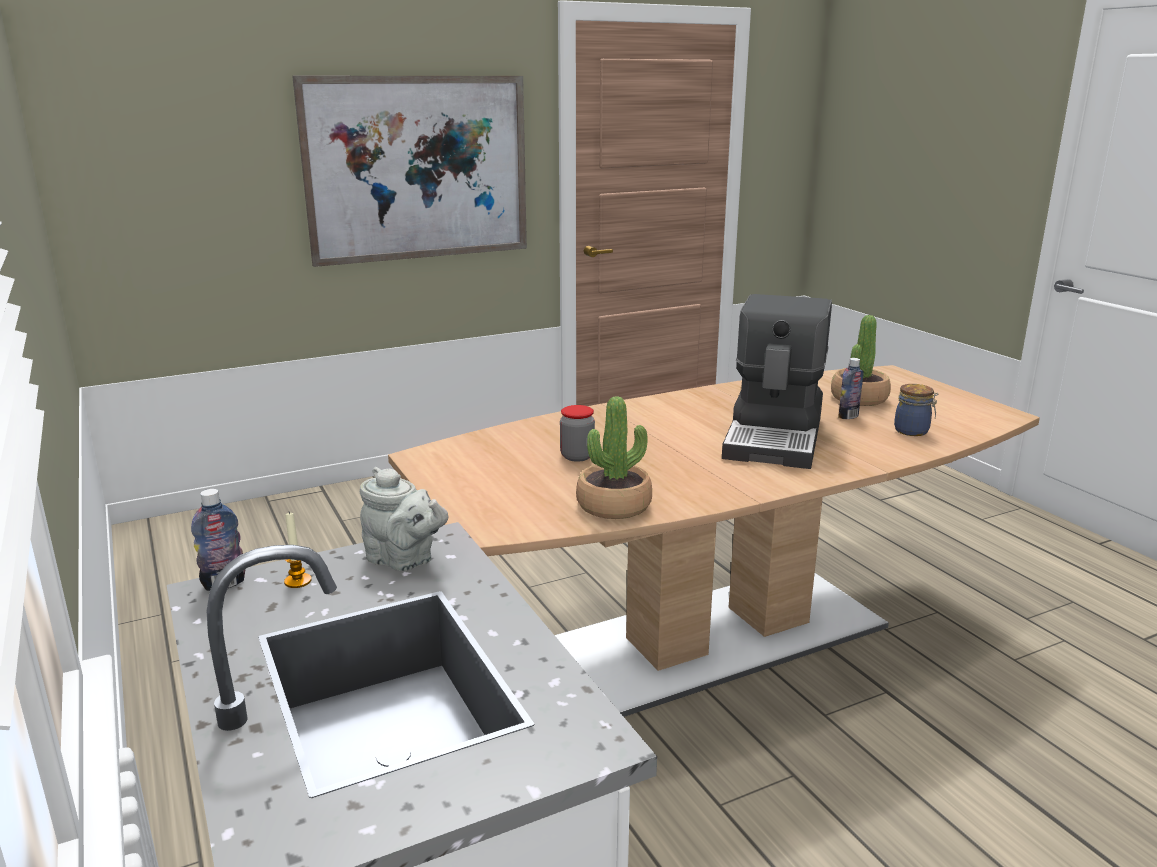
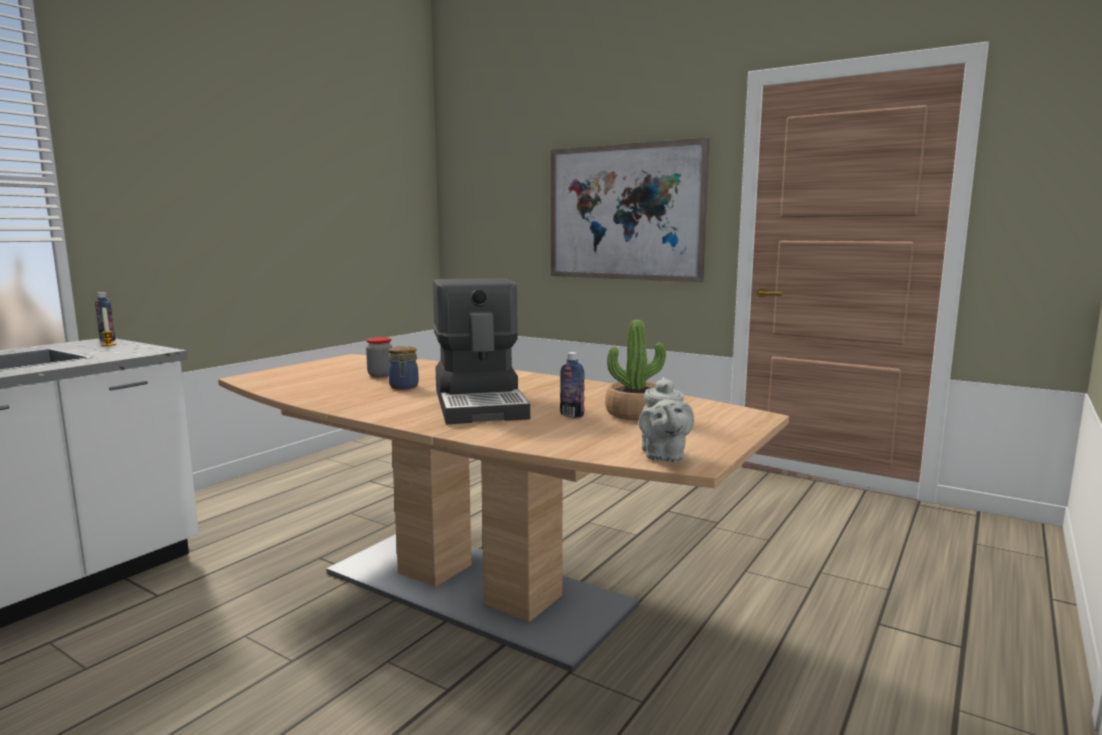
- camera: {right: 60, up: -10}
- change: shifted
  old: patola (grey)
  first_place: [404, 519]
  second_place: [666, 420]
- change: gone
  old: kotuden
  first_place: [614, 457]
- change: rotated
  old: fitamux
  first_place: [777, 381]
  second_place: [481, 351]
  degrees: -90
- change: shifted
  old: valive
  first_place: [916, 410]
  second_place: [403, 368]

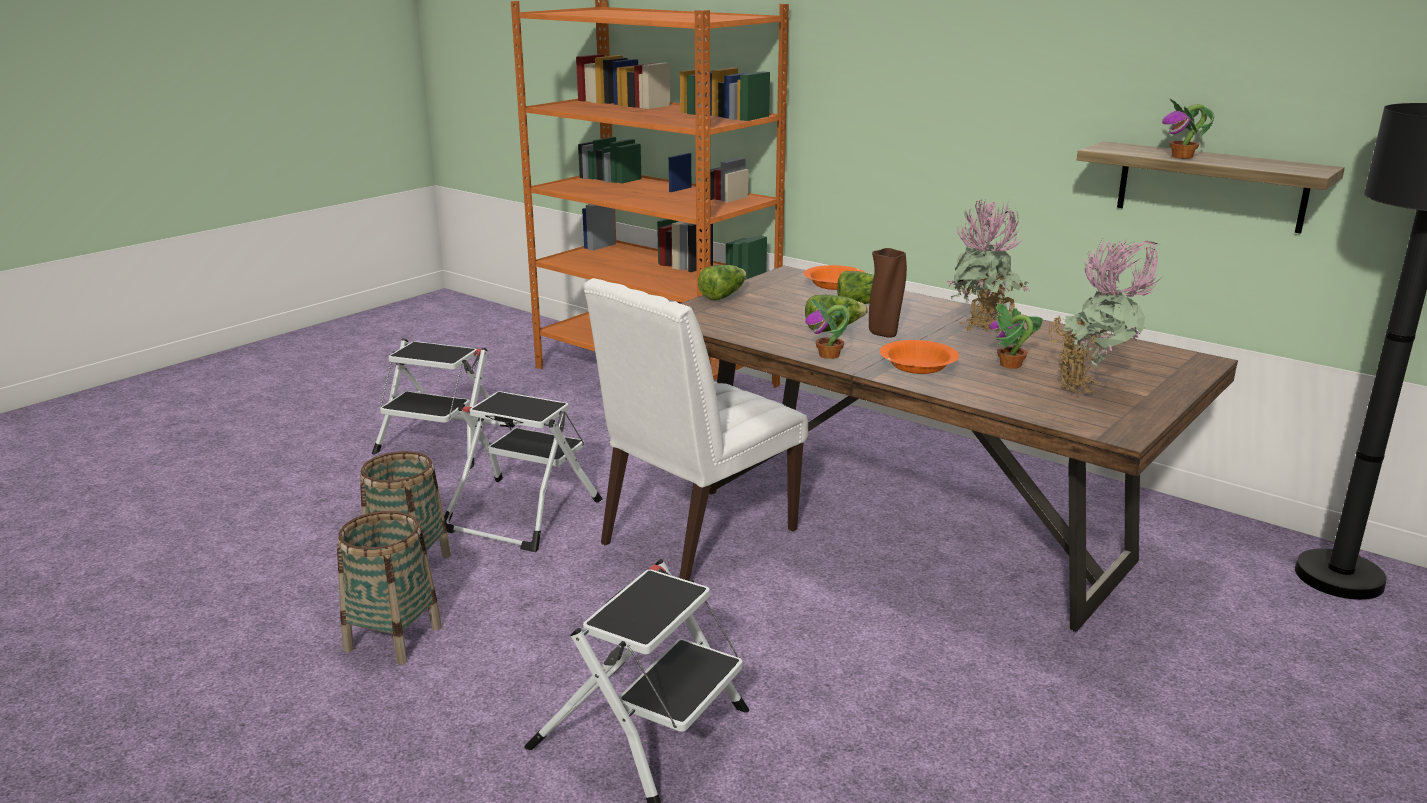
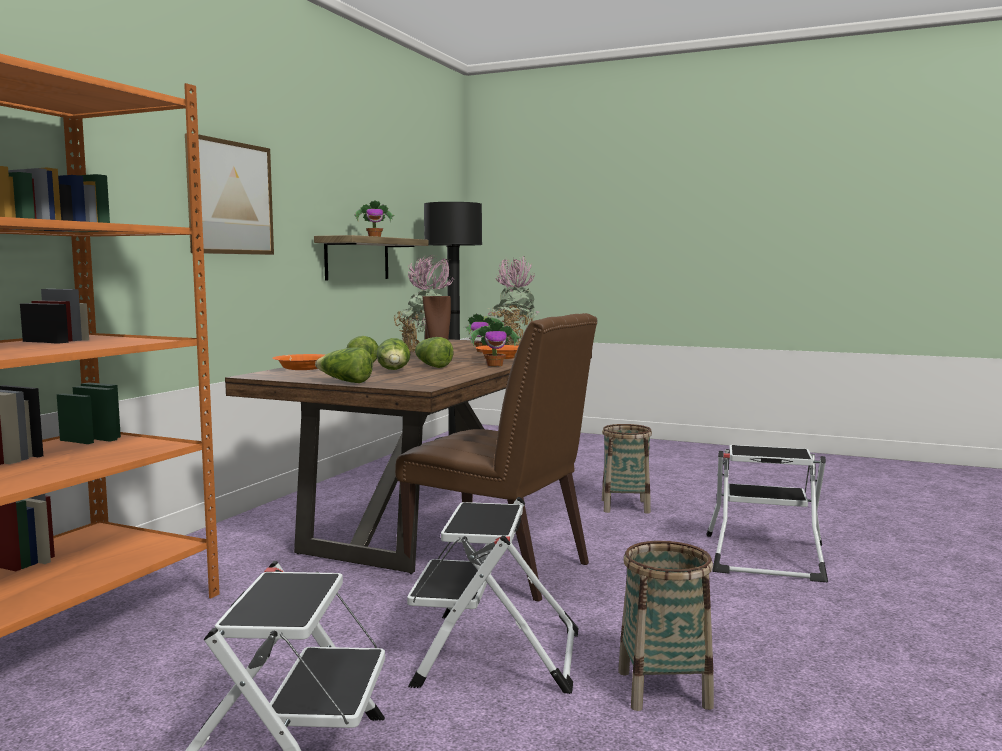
- camera: {right: -105, up: -15}
- change: shifted
  old: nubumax
  first_place: [389, 588]
  second_place: [627, 469]
- change: repainted
  old: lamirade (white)
  new: lamirade (brown)
  first_place: [695, 429]
  second_place: [496, 457]
- change: new
  new: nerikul
  second_place: [229, 194]
- change: new
  new: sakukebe
  second_place: [393, 354]

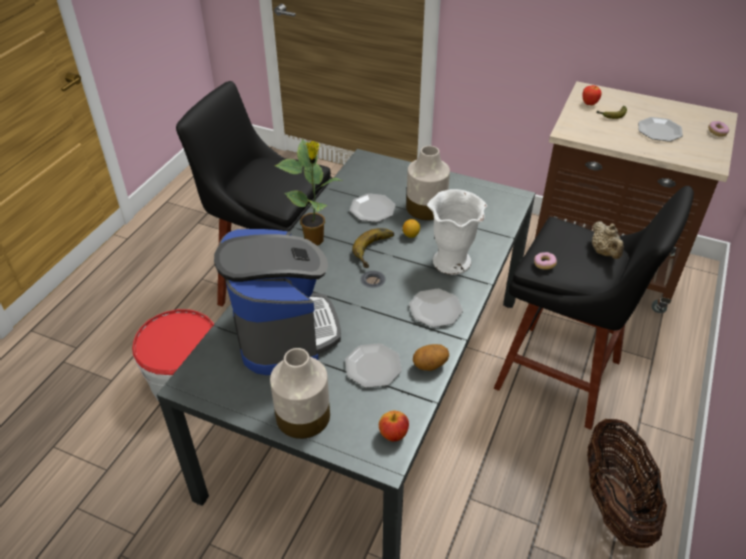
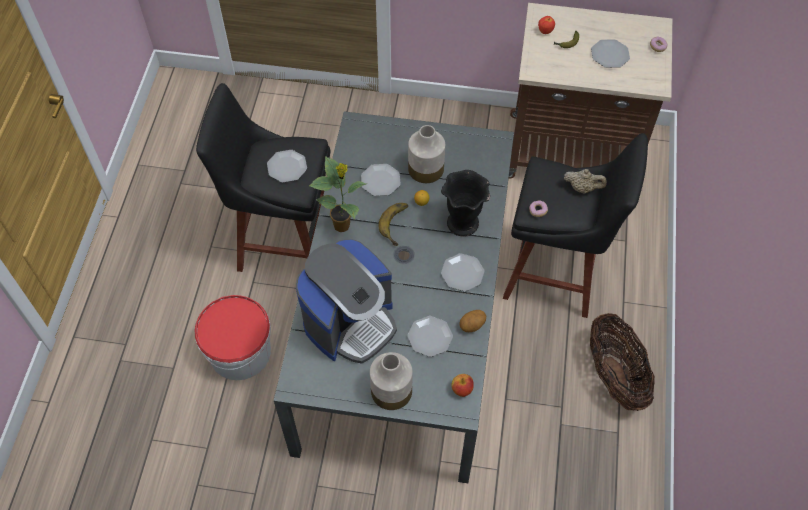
- camera: {right: -15, up: 15}
- change: rotated
  old: fitamux
  first_place: [277, 302]
  second_place: [346, 301]
  degrees: 75
- change: repainted
  old: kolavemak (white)
  new: kolavemak (black)
  first_place: [457, 232]
  second_place: [465, 203]
- change: rotated
  old: patola (beige)
  first_place: [608, 240]
  second_place: [585, 181]
  degrees: -45
- change: new
  new: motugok
  second_place: [287, 166]

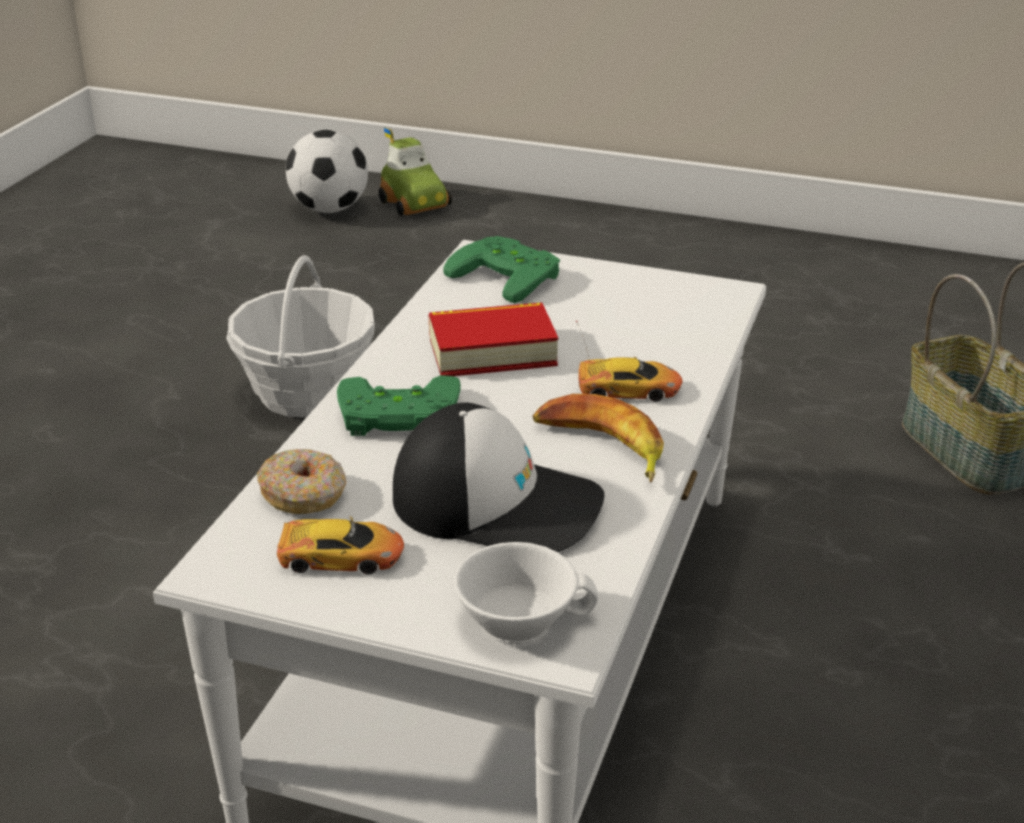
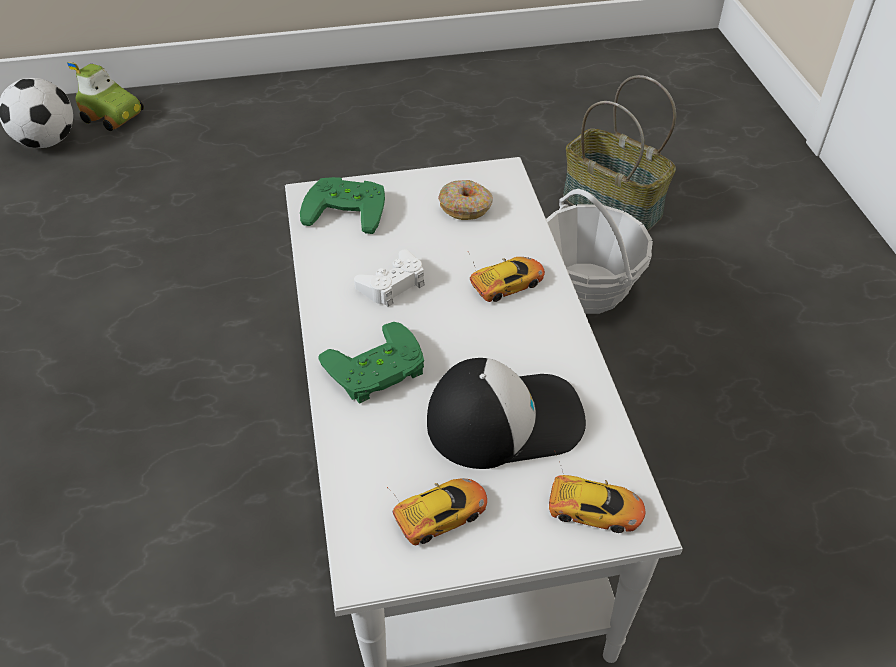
- camera: {right: -30, up: 15}
- change: shifted
  old: nubumax
  first_place: [300, 336]
  second_place: [599, 251]
- change: shifted
  old: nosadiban
  first_place: [301, 481]
  second_place: [465, 200]
- change: swapped
  old: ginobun
  new: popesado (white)
  first_place: [493, 339]
  second_place: [389, 278]
- change: swapped
  old: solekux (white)
  new: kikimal
  first_place: [526, 593]
  second_place: [597, 492]
- change: gone
  old: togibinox
  first_place: [598, 438]

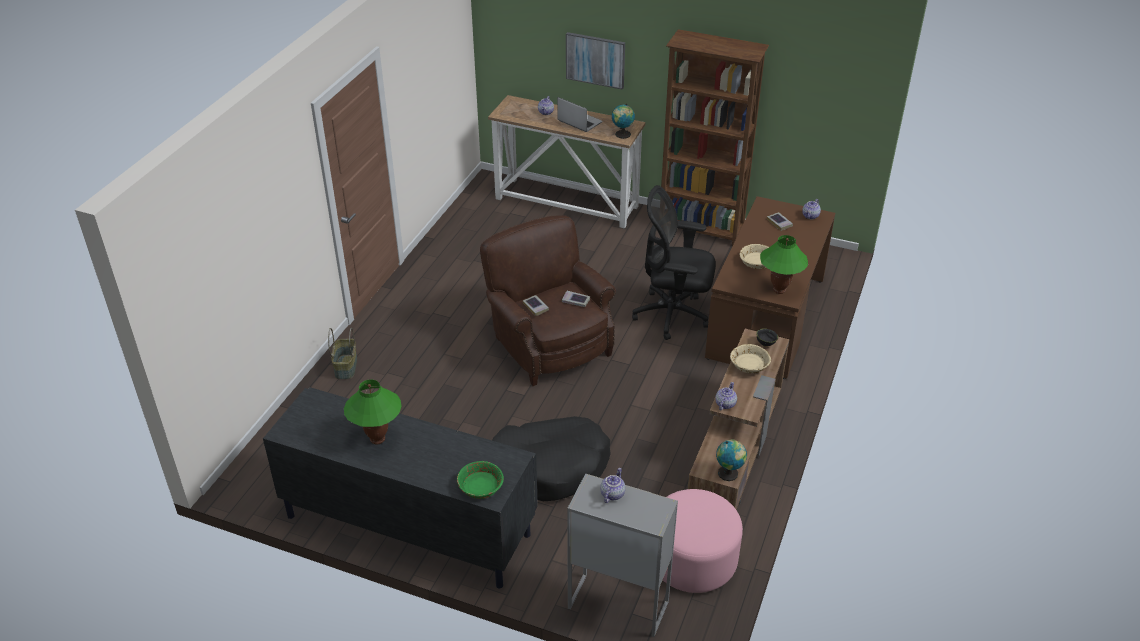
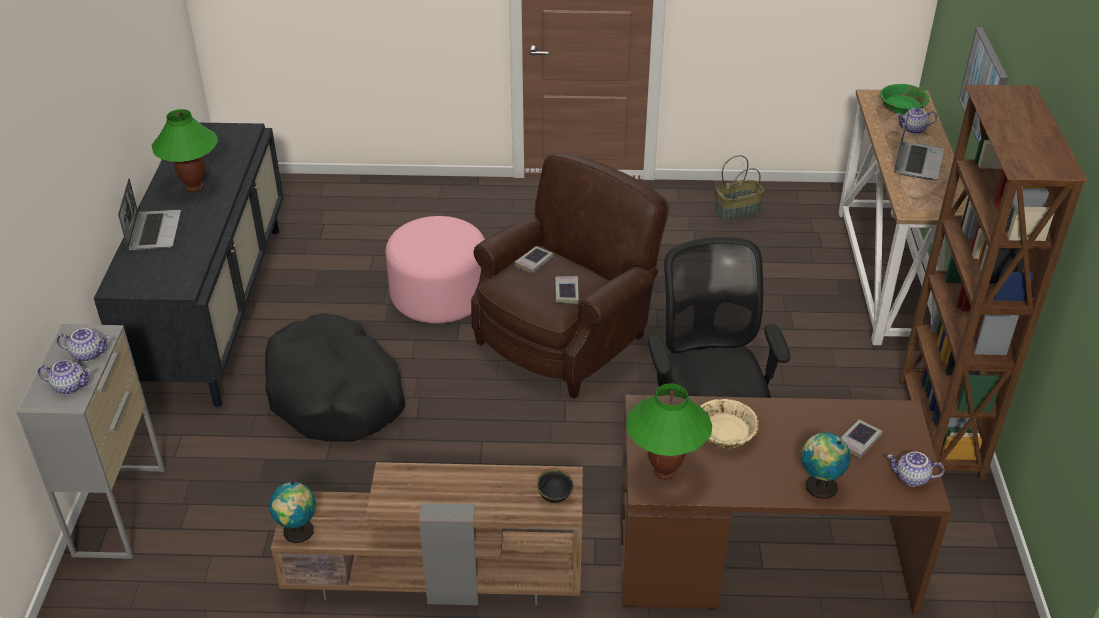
- camera: {right: 70, up: 0}
- change: shifted
  old: nubumax
  first_place: [342, 353]
  second_place: [740, 188]
- change: shifted
  old: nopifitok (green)
  first_place: [480, 480]
  second_place: [904, 99]
- change: shifted
  old: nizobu
  first_place: [623, 121]
  second_place: [826, 465]
- change: shifted
  old: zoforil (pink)
  first_place: [703, 541]
  second_place: [435, 270]
- change: shifted
  old: patola
  first_place: [726, 396]
  second_place: [64, 377]
- change: gone
  old: nopifitok (beige)
  first_place: [750, 358]
- change: new
  new: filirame
  second_place: [149, 214]

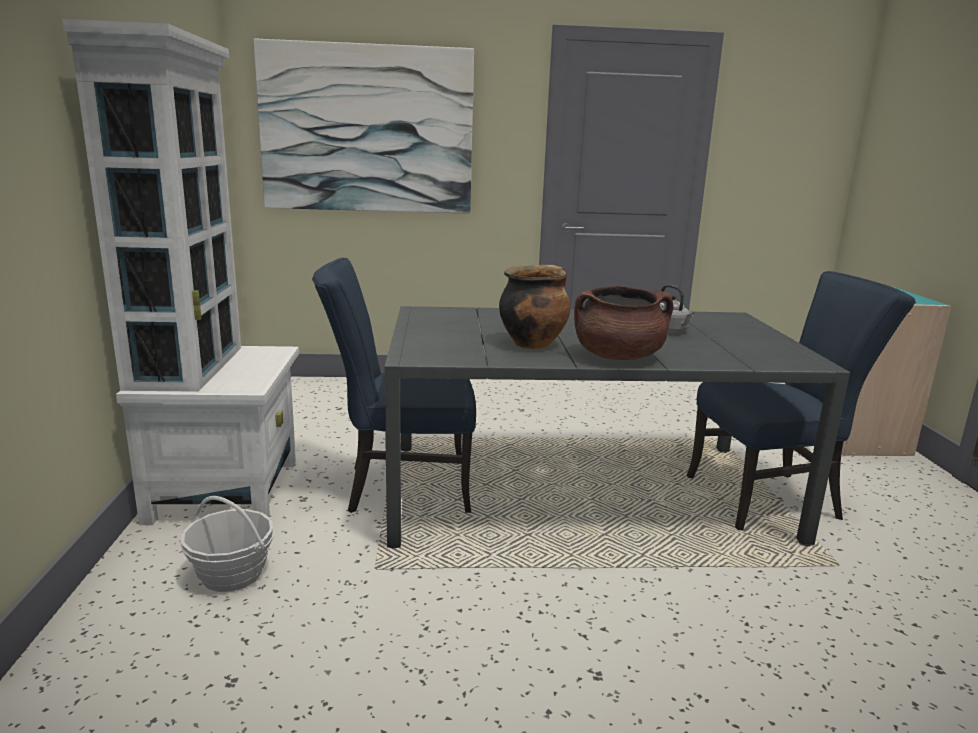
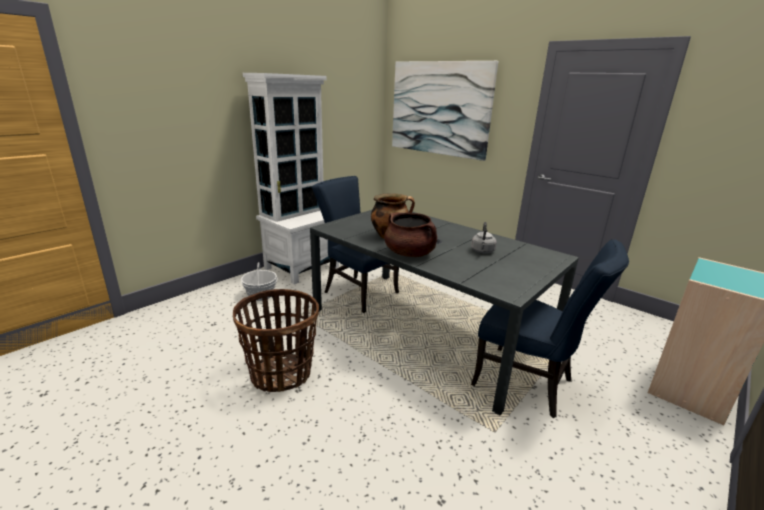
- camera: {right: 45, up: 5}
- change: new
  new: nubumax
  second_place: [276, 340]

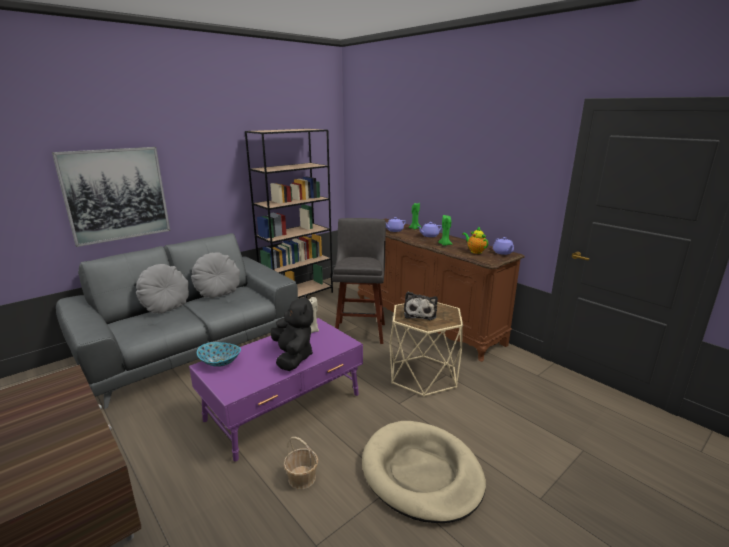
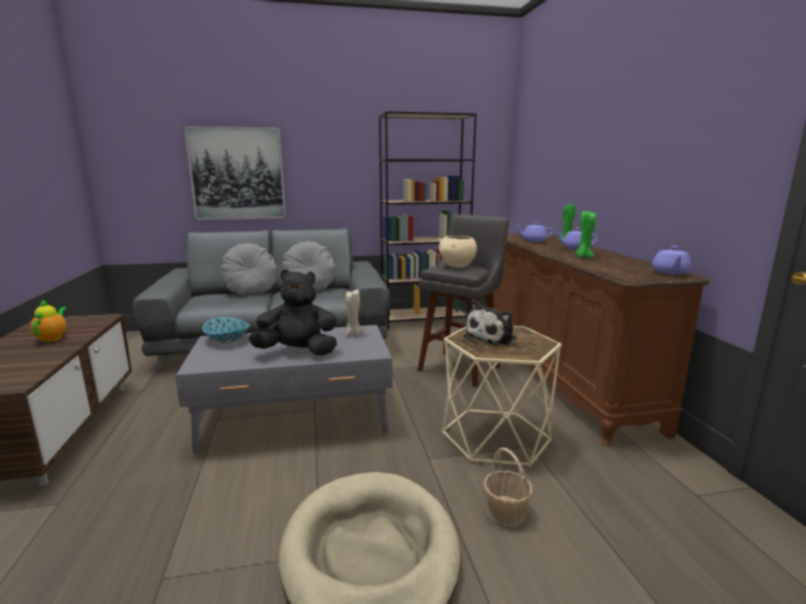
- camera: {right: 30, up: -5}
- change: repainted
  old: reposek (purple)
  new: reposek (grey)
  first_place: [276, 390]
  second_place: [284, 389]
- change: rotated
  old: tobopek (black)
  first_place: [292, 333]
  second_place: [293, 312]
  degrees: -105
- change: shifted
  old: nubumax
  first_place: [300, 463]
  second_place: [508, 486]
- change: shifted
  old: patola
  first_place: [475, 240]
  second_place: [48, 320]
- change: new
  new: nopifitok (beige)
  second_place: [457, 251]

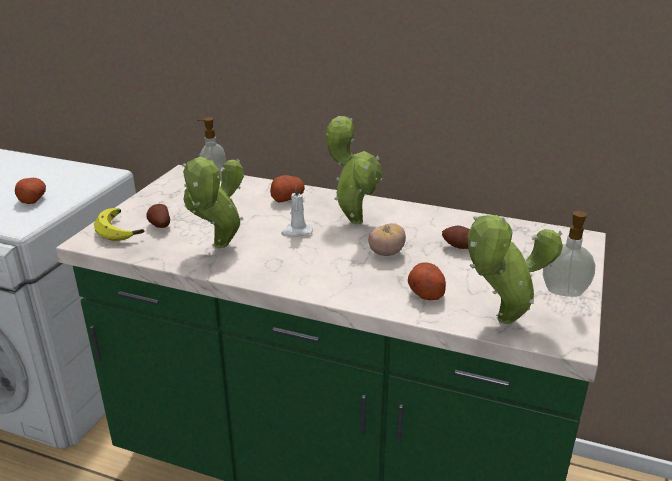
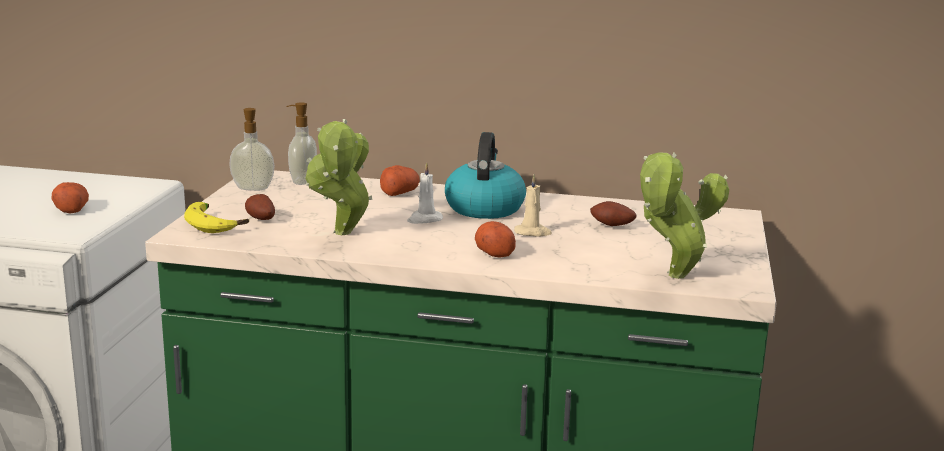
- camera: {right: -10, up: -10}
- change: swapped
  old: kotuden
  new: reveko
  first_place: [354, 170]
  second_place: [485, 175]
- change: swapped
  old: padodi
  new: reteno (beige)
  first_place: [387, 239]
  second_place: [533, 205]
- change: shifted
  old: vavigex
  first_place: [427, 281]
  second_place: [495, 239]
- change: shifted
  old: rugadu
  first_place: [569, 253]
  second_place: [251, 149]

